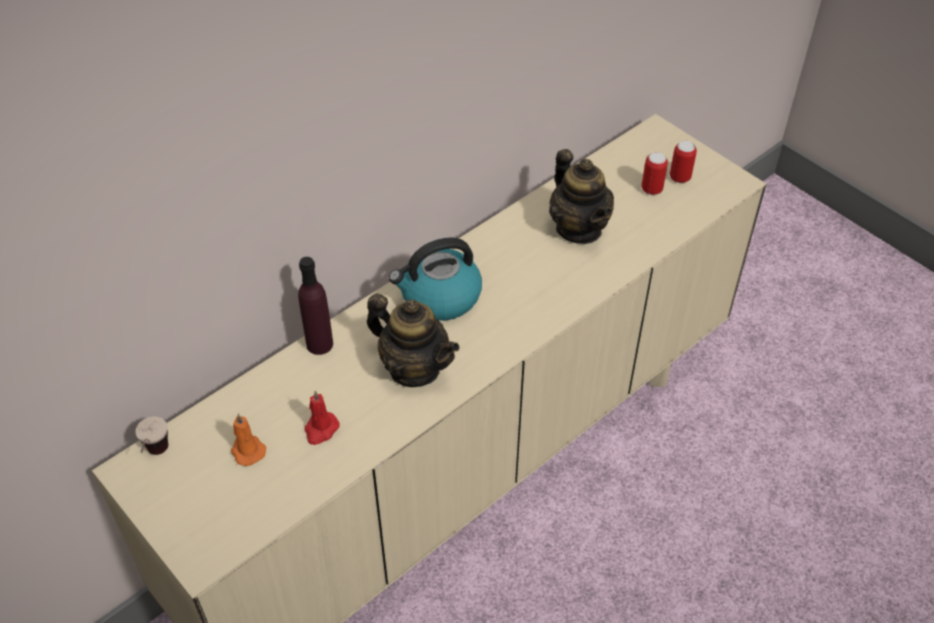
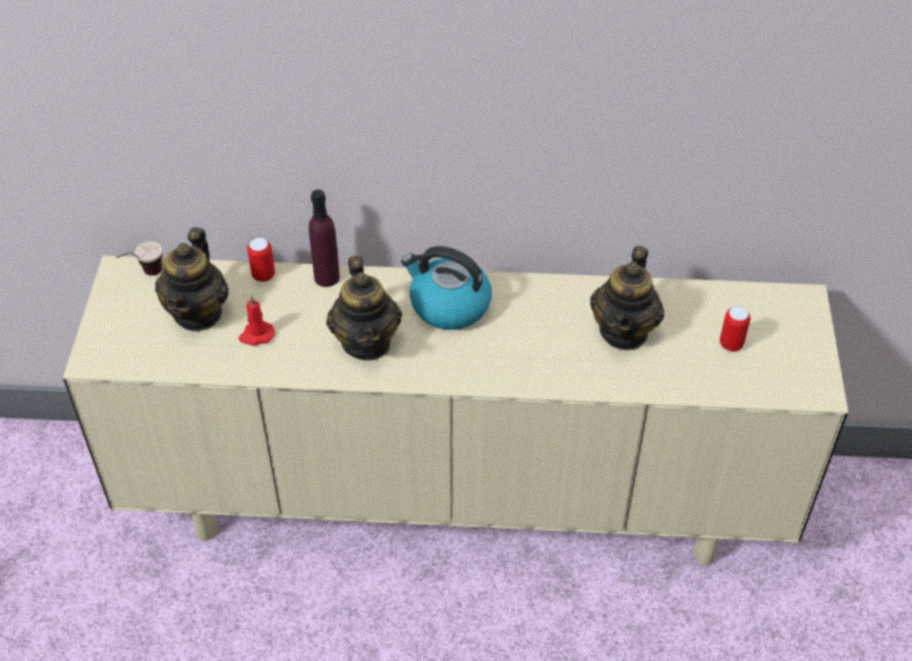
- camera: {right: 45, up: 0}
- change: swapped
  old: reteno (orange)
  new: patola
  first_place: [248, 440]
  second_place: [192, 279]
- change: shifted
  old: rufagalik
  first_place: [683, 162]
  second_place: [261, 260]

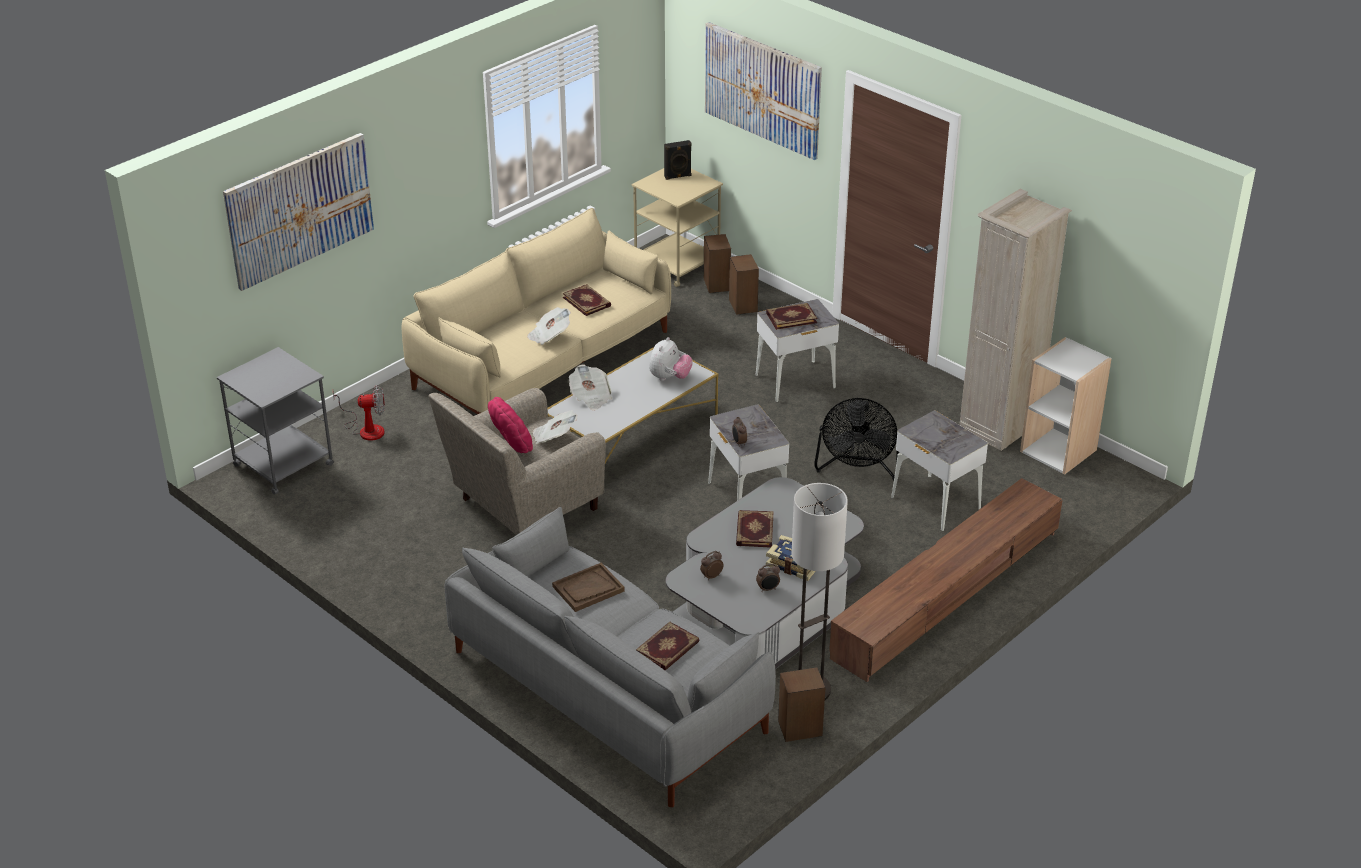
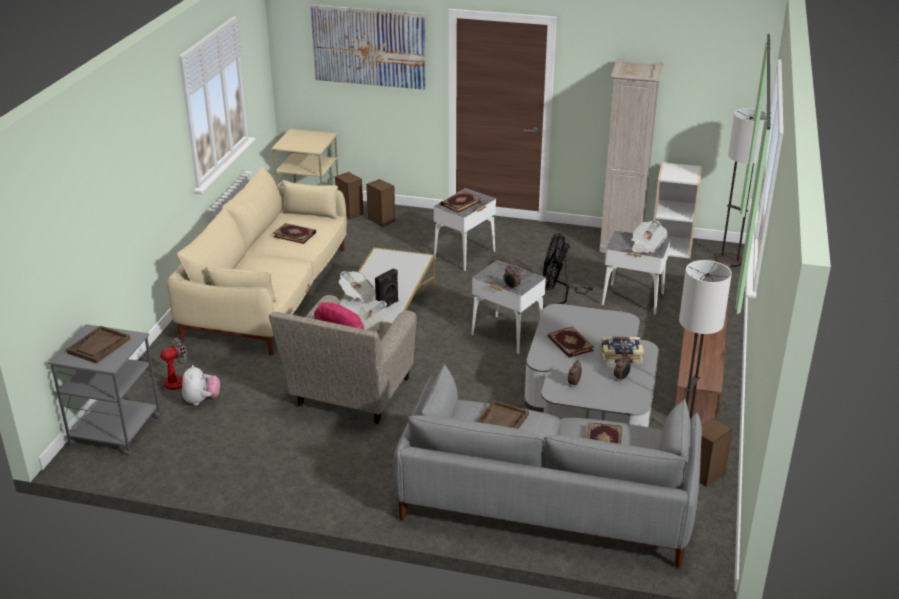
- camera: {right: -30, up: -5}
- change: gone
  old: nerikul
  first_place: [298, 212]
- change: shifted
  old: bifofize
  first_place: [549, 326]
  second_place: [649, 236]
- change: shifted
  old: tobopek
  first_place: [671, 359]
  second_place: [201, 385]
- change: shifted
  old: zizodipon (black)
  first_place: [678, 160]
  second_place: [387, 288]
- change: rotated
  old: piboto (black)
  first_place: [856, 439]
  second_place: [567, 271]
  degrees: 120
- change: new
  new: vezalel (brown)
  second_place: [98, 345]
- change: new
  new: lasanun
  second_place: [741, 187]

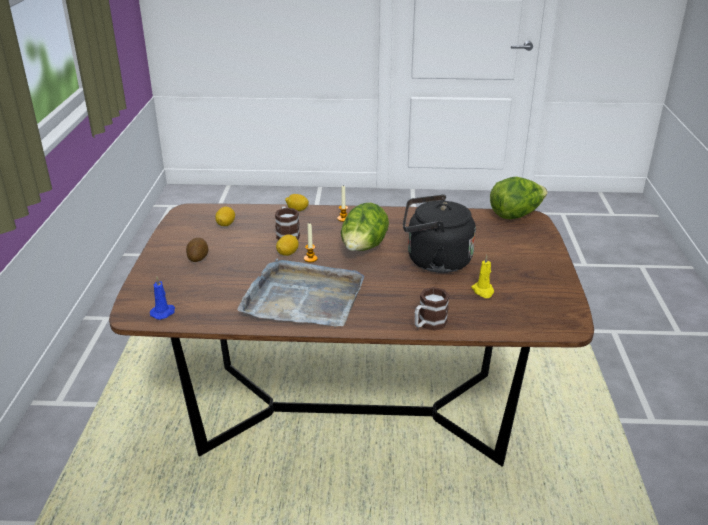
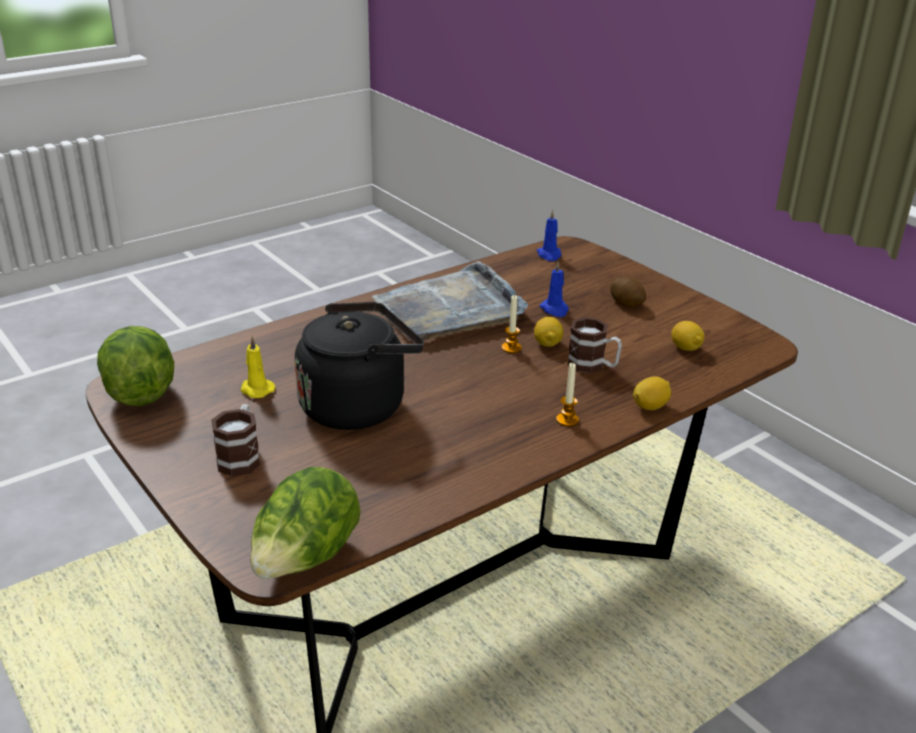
- camera: {right: 140, up: 0}
- change: shifted
  old: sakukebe
  first_place: [365, 227]
  second_place: [135, 366]
- change: shifted
  old: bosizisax
  first_place: [432, 309]
  second_place: [235, 440]
- change: new
  new: reteno (blue)
  second_place: [554, 289]

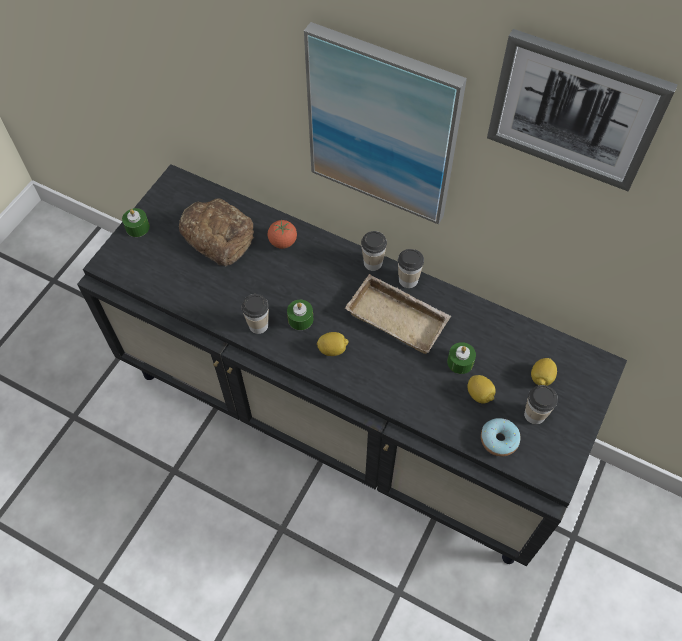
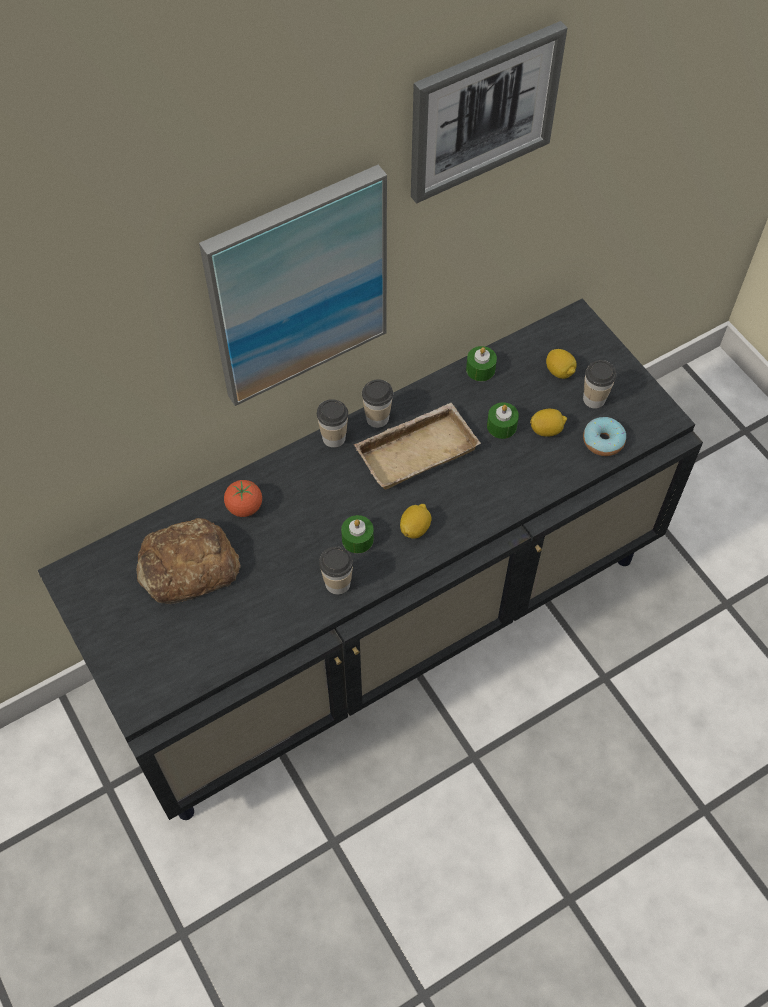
- camera: {right: -60, up: 0}
- change: shifted
  old: reteno (green)
  first_place: [136, 222]
  second_place: [481, 363]

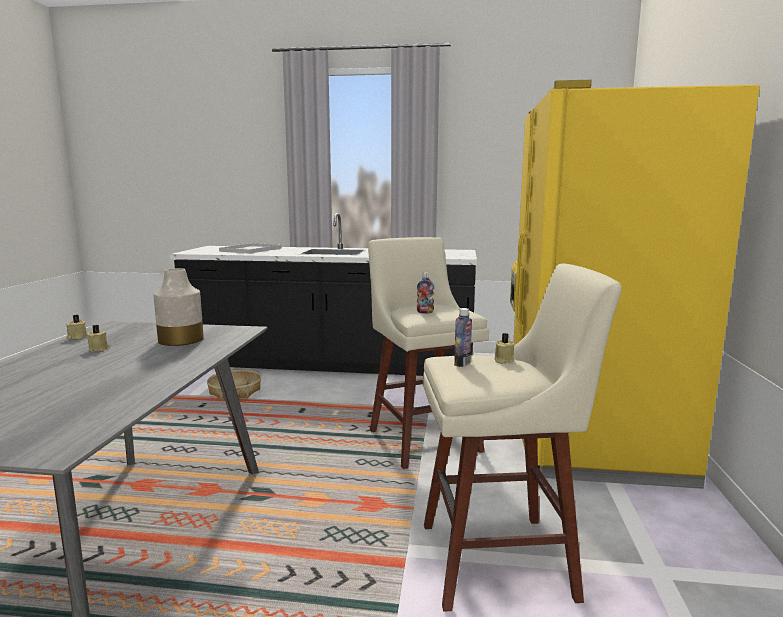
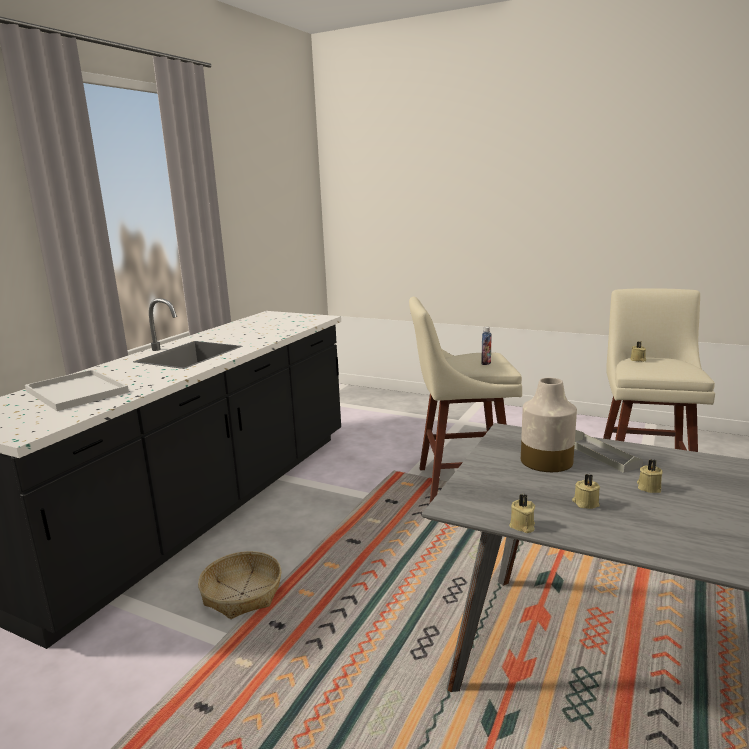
- camera: {right: -70, up: 5}
- change: gone
  old: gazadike
  first_place: [463, 337]
- change: gone
  old: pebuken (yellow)
  first_place: [635, 284]
- change: new
  new: vezalel (grey)
  second_place: [608, 451]
- change: new
  new: reteno (beige)
  second_place: [649, 476]

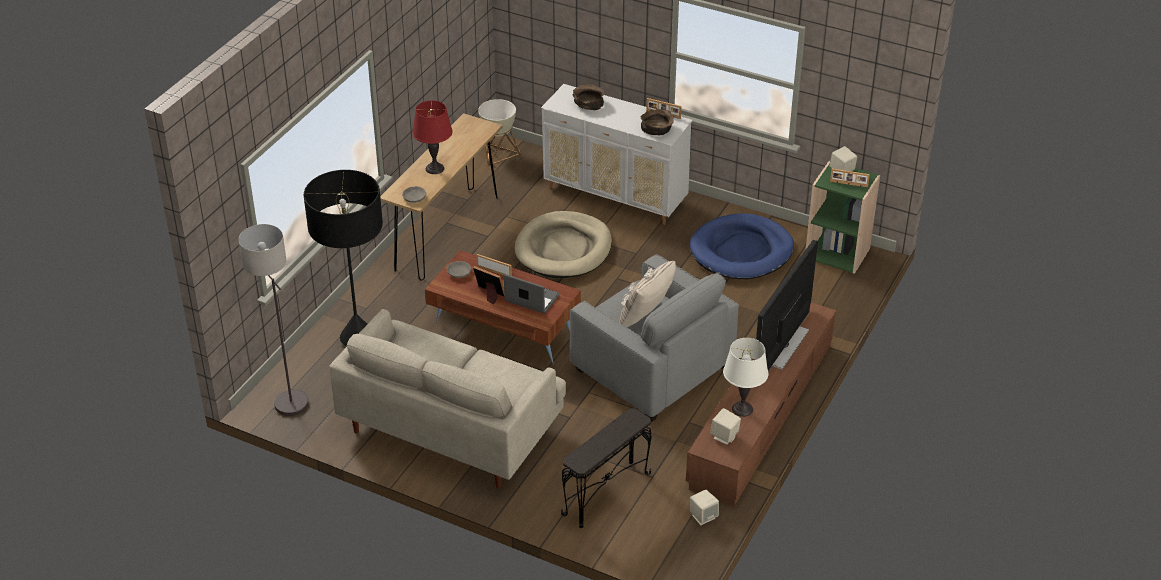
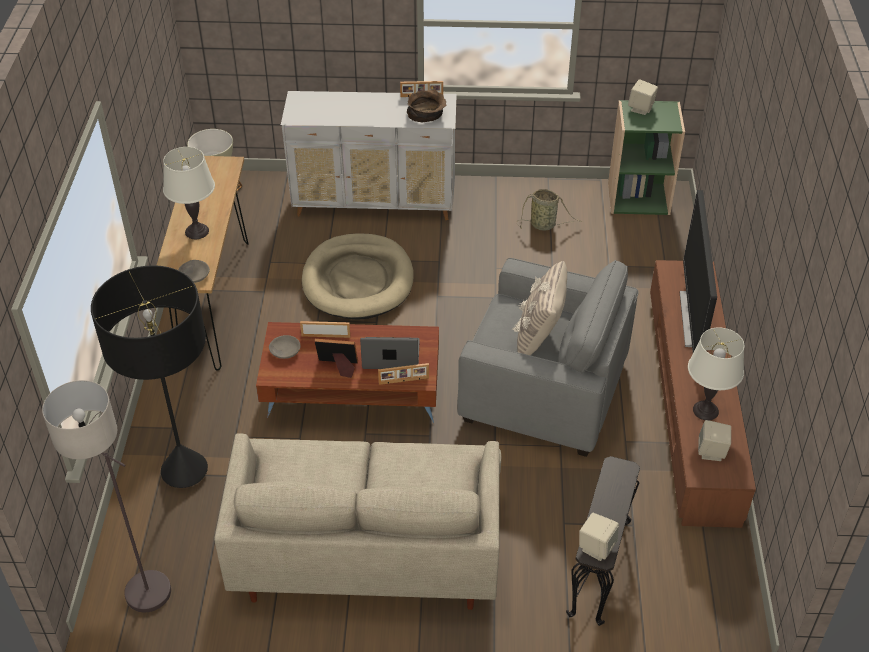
- camera: {right: -25, up: 5}
- change: repainted
  old: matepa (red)
  new: matepa (white)
  first_place: [432, 137]
  second_place: [189, 193]
- change: gone
  old: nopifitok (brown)
  first_place: [589, 97]
- change: swapped
  old: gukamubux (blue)
  new: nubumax
  first_place: [742, 246]
  second_place: [549, 209]
- change: shifted
  old: zizodipon (beige)
  first_place: [704, 507]
  second_place: [599, 537]
- change: shifted
  old: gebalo
  first_place: [850, 178]
  second_place: [403, 374]

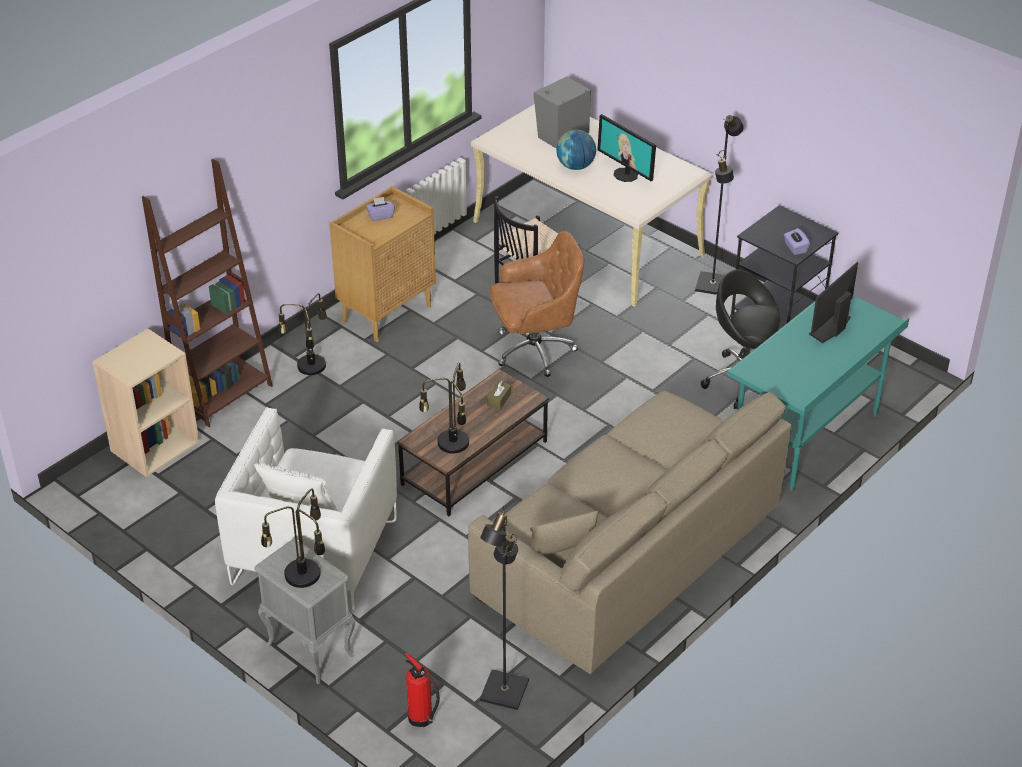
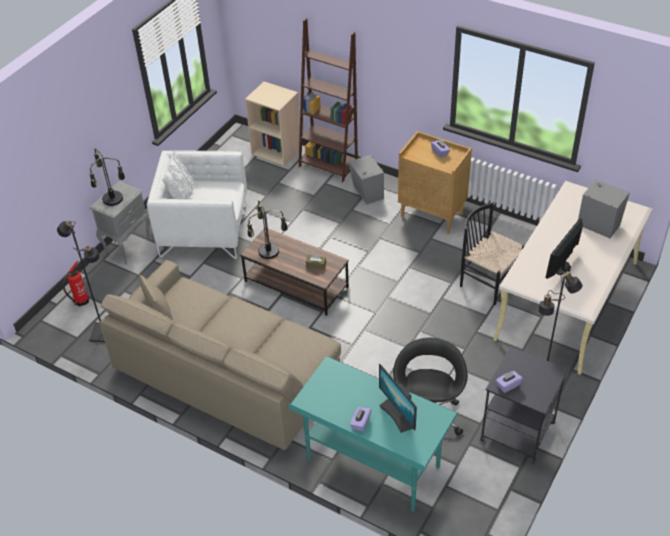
- camera: {right: 80, up: 5}
- change: swapped
  old: matepa
  new: zizodipon (grey)
  first_place: [302, 334]
  second_place: [366, 179]
- change: gone
  old: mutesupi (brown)
  first_place: [537, 304]
- change: gone
  old: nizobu
  first_place: [576, 150]
- change: rotated
  old: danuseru
  first_place: [833, 302]
  second_place: [398, 398]
  degrees: -150
- change: new
  new: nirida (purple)
  second_place: [361, 419]

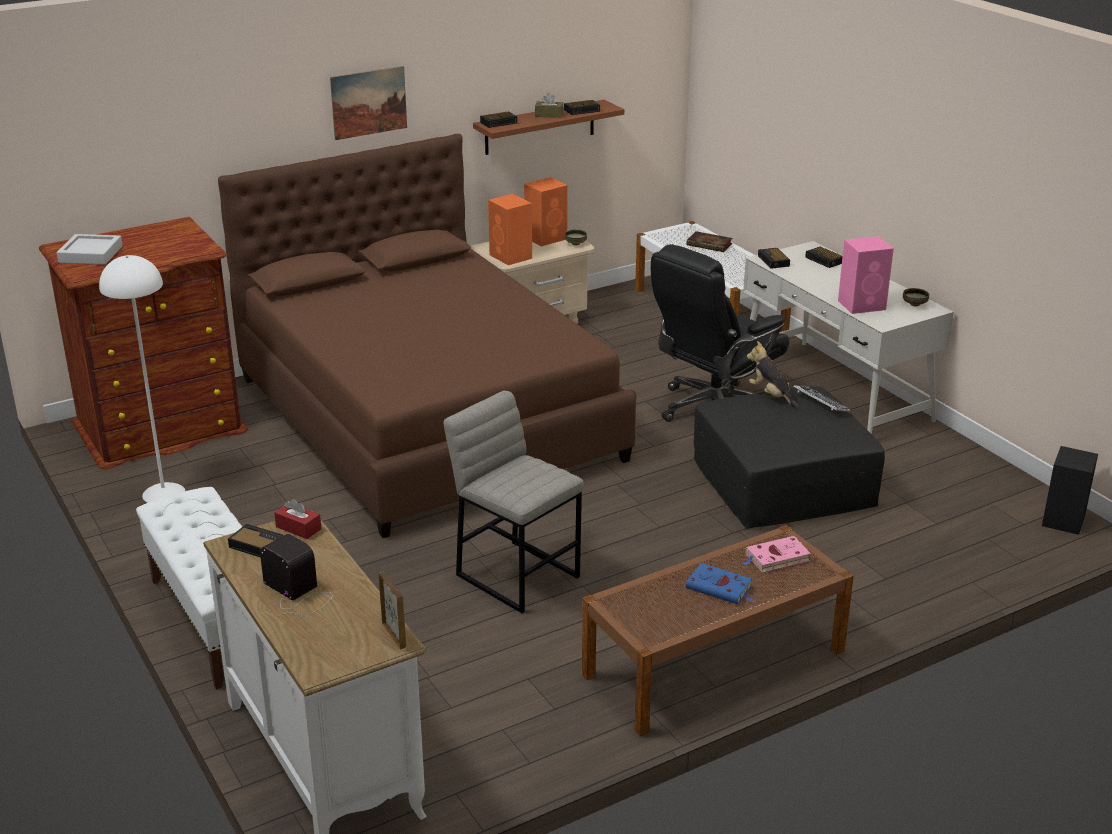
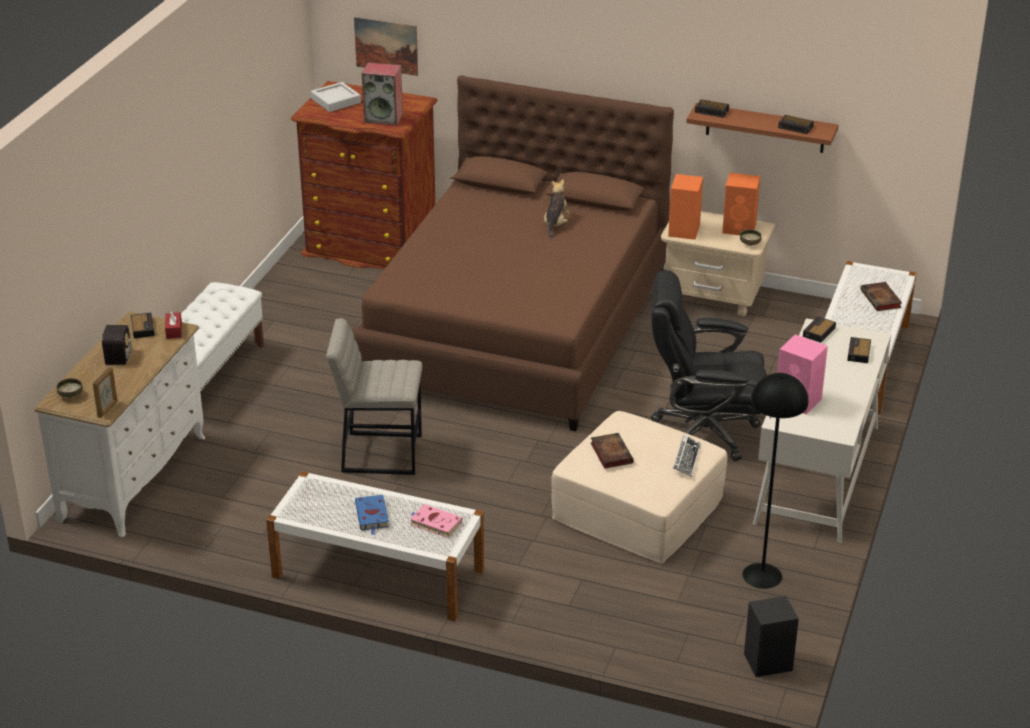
- camera: {right: 50, up: 5}
- change: gone
  old: lasanun (white)
  first_place: [142, 379]
- change: shifted
  old: nerikul
  first_place: [368, 103]
  second_place: [386, 46]
- change: rotated
  old: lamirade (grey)
  first_place: [514, 502]
  second_place: [374, 396]
  degrees: -90
- change: gone
  old: nirida (brown)
  first_place: [549, 105]
- change: repainted
  old: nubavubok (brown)
  new: nubavubok (white)
  first_place: [718, 631]
  second_place: [375, 546]
- change: repainted
  old: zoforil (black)
  new: zoforil (beige)
  first_place: [789, 457]
  second_place: [639, 487]
- change: shifted
  old: tobopek
  first_place: [773, 375]
  second_place: [556, 208]
- change: shifted
  old: nopifitok
  first_place: [916, 297]
  second_place: [69, 388]
- change: new
  new: zizodipon
  second_place: [382, 94]
- change: new
  new: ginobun
  second_place: [612, 451]
- change: new
  new: lasanun (black)
  second_place: [775, 481]

